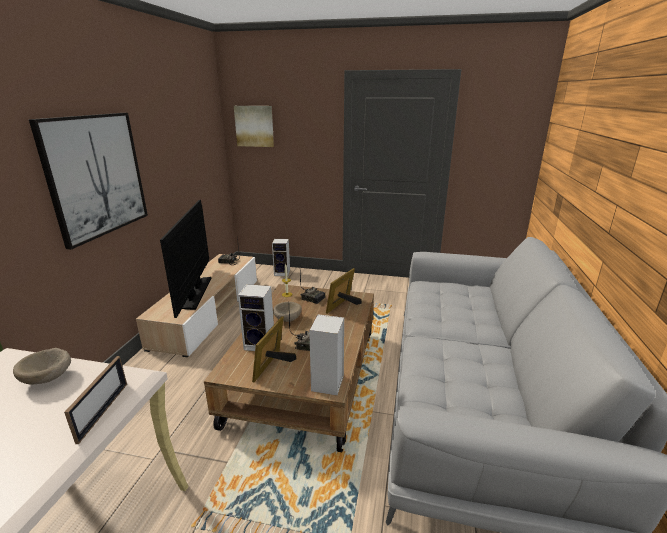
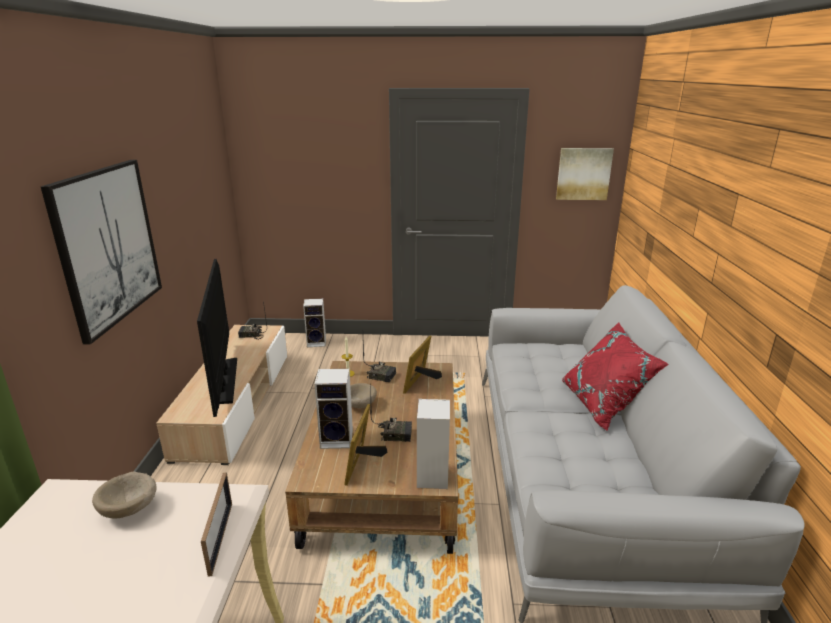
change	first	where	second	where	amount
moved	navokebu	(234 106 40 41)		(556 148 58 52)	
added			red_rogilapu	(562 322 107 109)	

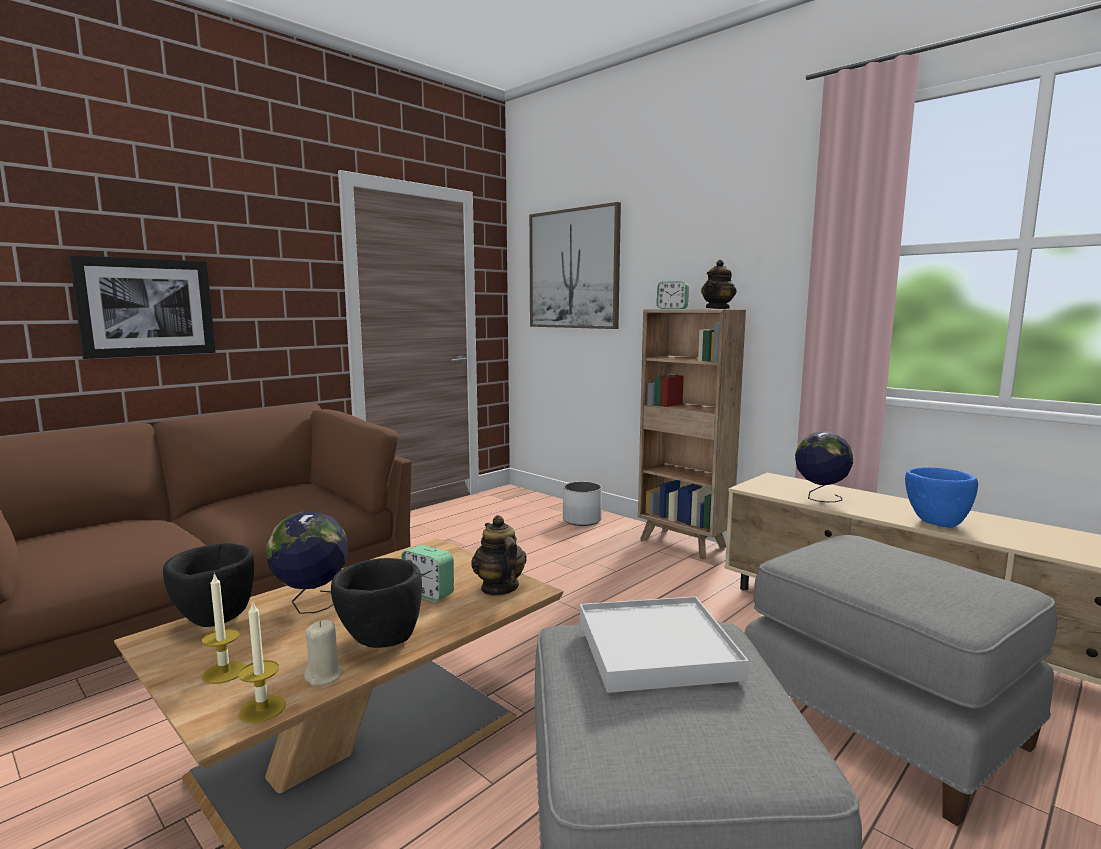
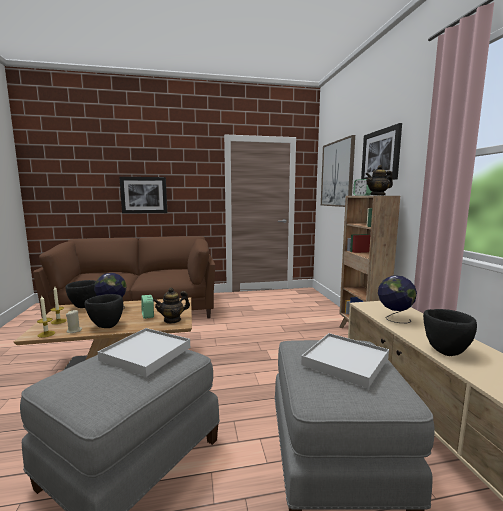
change	first	where	second	where	amount
turned	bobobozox	(471 515 56 81)		(153 287 37 37)	135 degrees counterclockwise
added			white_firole	(301 333 88 56)	
added			navokebu	(361 123 41 57)	
recoloured	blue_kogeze	(905 467 73 61)	black_kogeze	(423 309 54 47)	
removed	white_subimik	(563 482 39 44)			

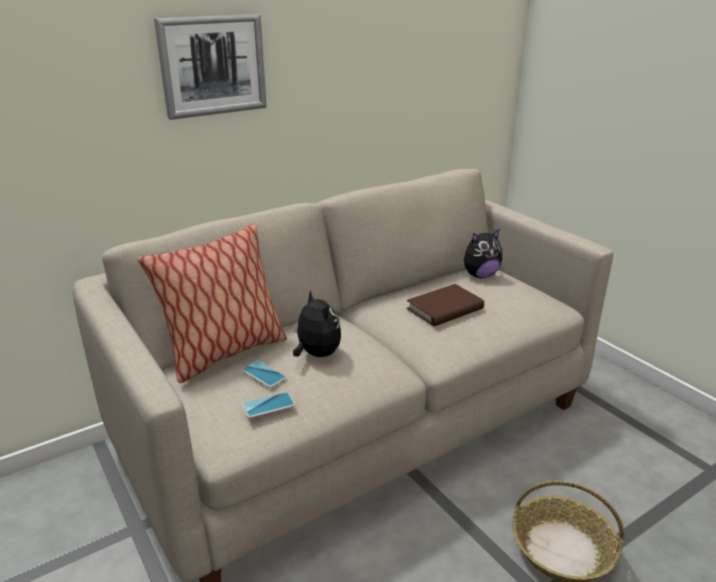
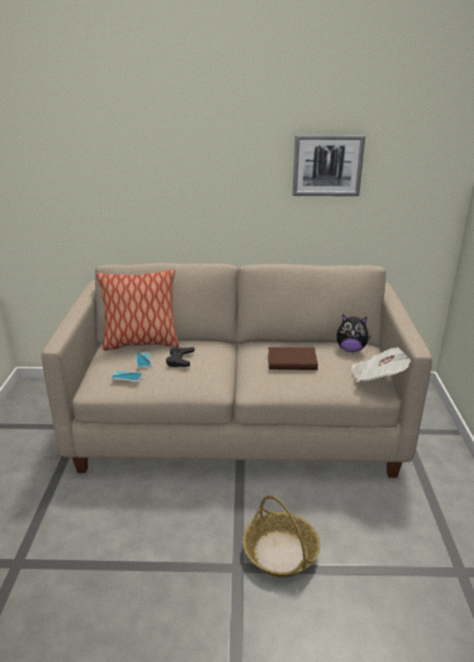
change	first	where	second	where	amount
replaced	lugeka	(293 290 48 67)	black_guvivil	(166 347 29 20)	
moved	navokebu	(154 14 113 106)		(292 135 73 61)	
added			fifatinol	(351 347 60 35)	

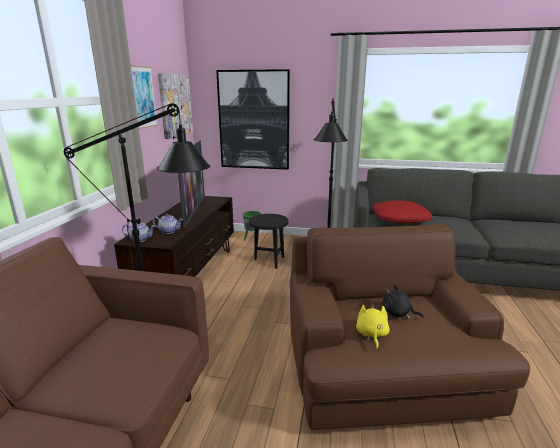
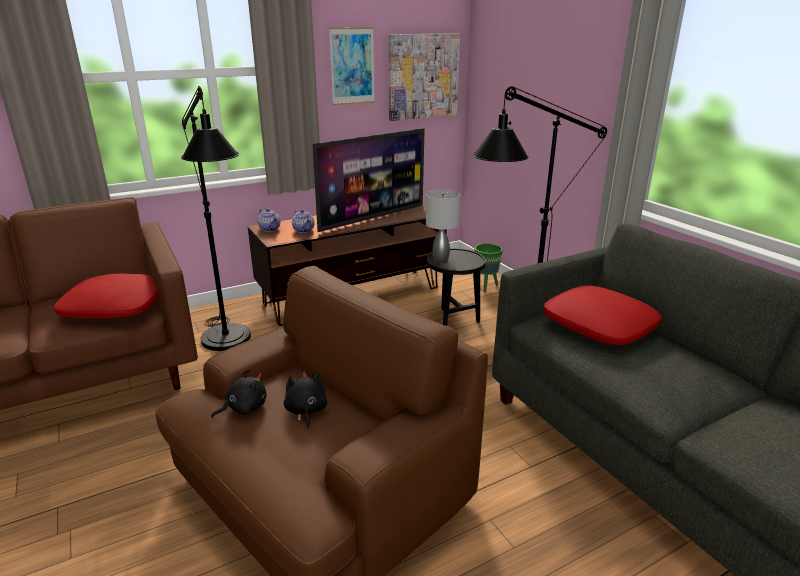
change	first	where	second	where	amount
added			red_rogilapu	(54 274 104 45)	
recoloured	yellow_lugeka	(356 303 34 46)	black_lugeka	(211 369 56 49)	
added			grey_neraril	(426 190 34 73)	
removed	navokebu	(216 69 74 101)			

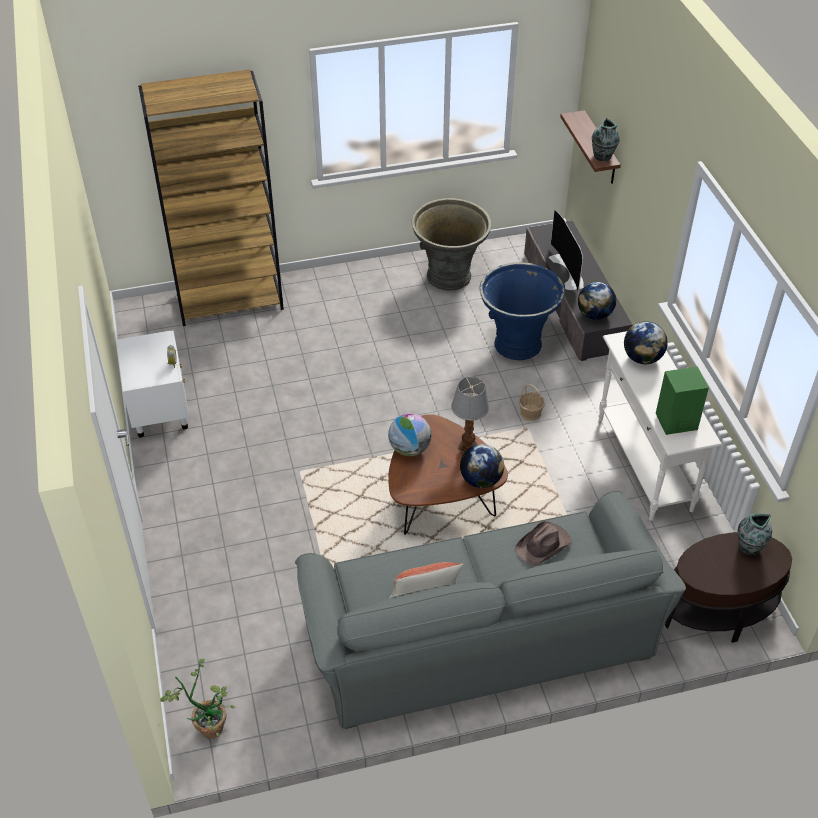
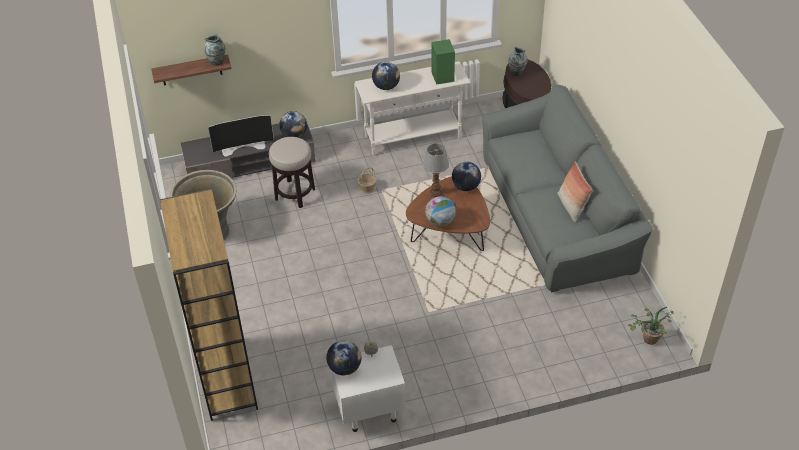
change	first	where	second	where	amount
replaced	blue_subimik	(480 262 85 98)	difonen	(269 137 46 71)	
added			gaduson	(326 340 35 35)	
removed	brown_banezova	(515 521 57 44)			

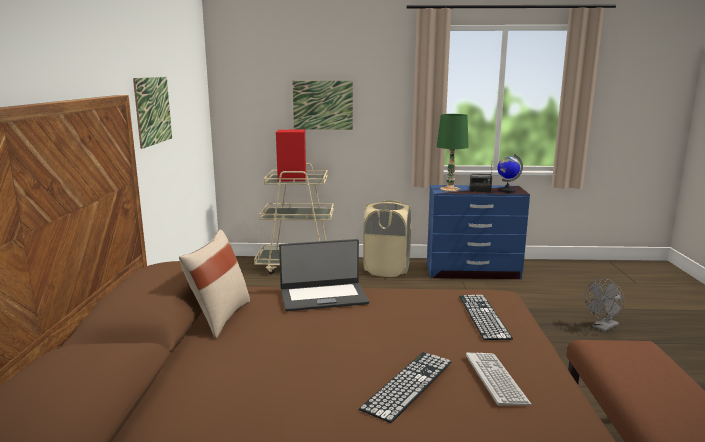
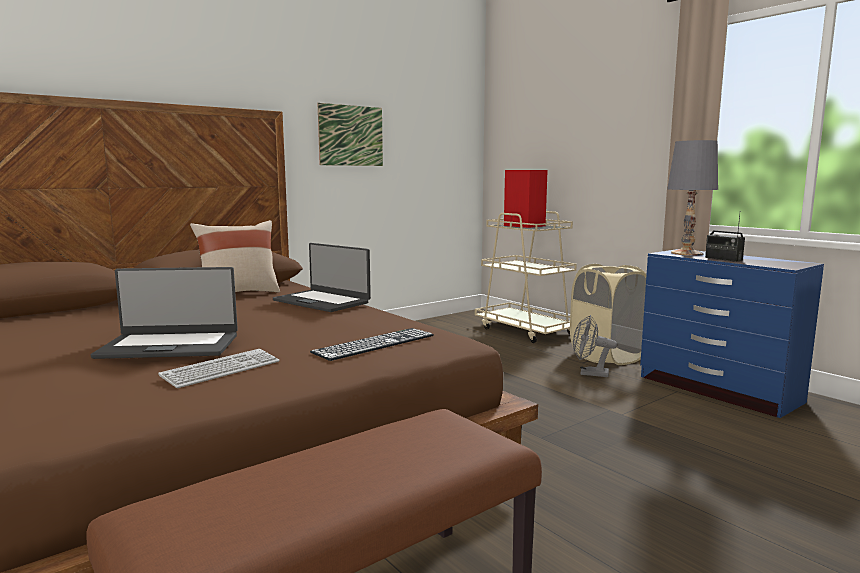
change	first	where	second	where	amount
replaced	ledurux	(359 352 93 71)	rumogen	(91 267 147 92)	
moved	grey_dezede	(585 278 39 54)		(573 315 44 62)	
recoloured	green_neraril	(437 114 32 78)	grey_neraril	(667 140 51 116)	
removed	navokebu	(292 81 61 49)			
removed	gaduson	(497 154 26 39)			

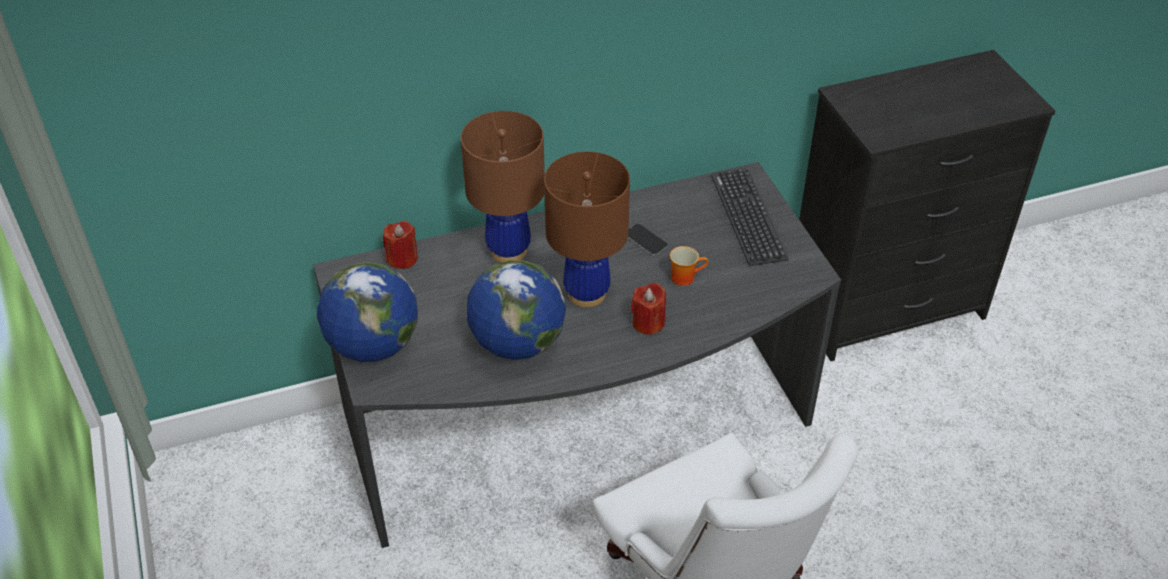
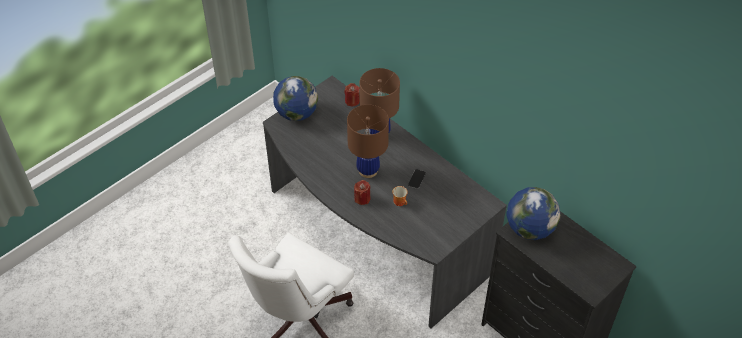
change	first	where	second	where	amount
moved	gaduson	(467 260 99 100)		(507 187 53 53)	
removed	ledurux	(711 168 78 98)			

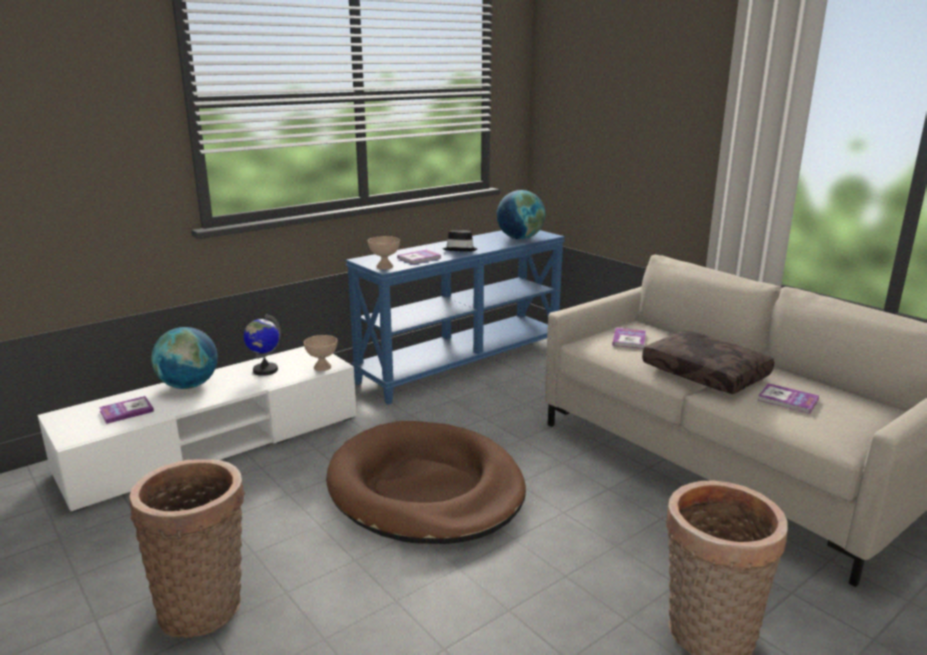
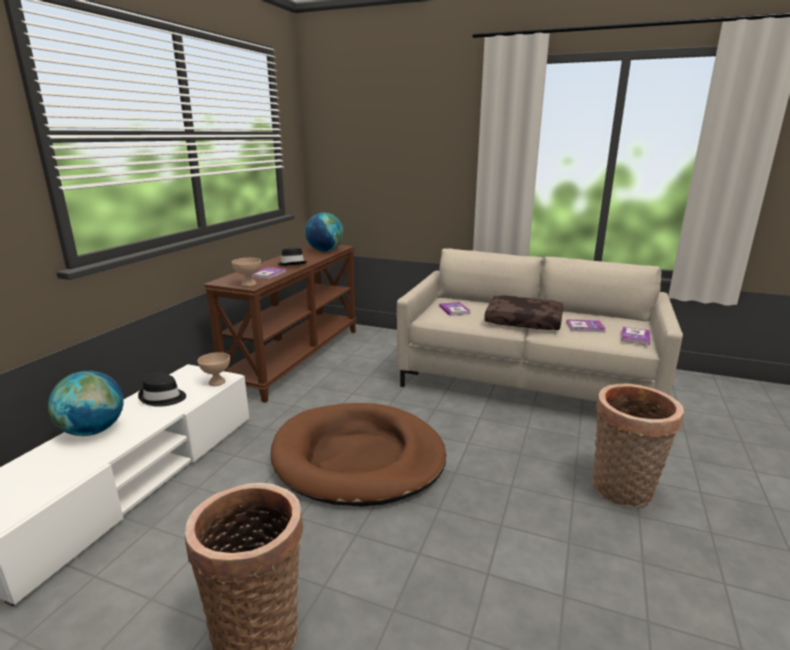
change	first	where	second	where	amount
replaced	gaduson	(244 314 37 62)	black_banezova	(138 372 48 35)	
recoloured	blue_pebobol	(345 230 220 174)	brown_pebobol	(203 245 154 158)	
moved	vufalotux	(99 396 55 28)		(621 327 29 18)	

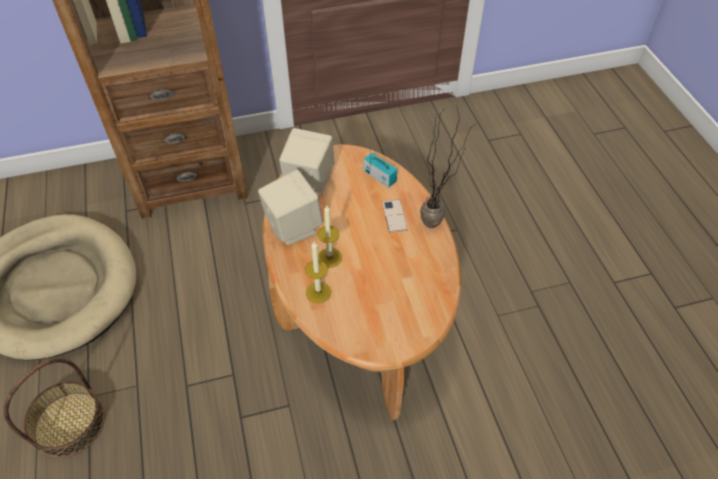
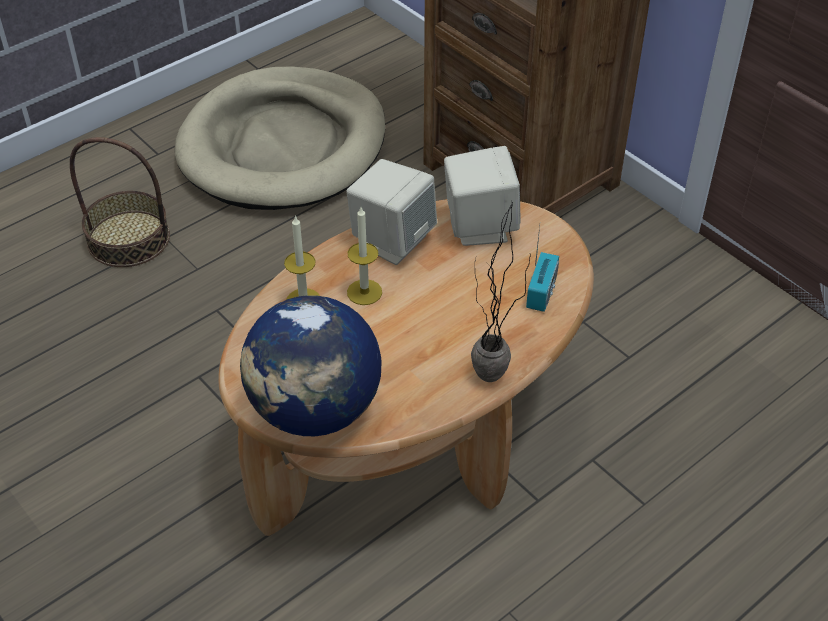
change	first	where	second	where	amount
added			gaduson	(240 295 142 141)	
removed	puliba	(382 199 26 34)			

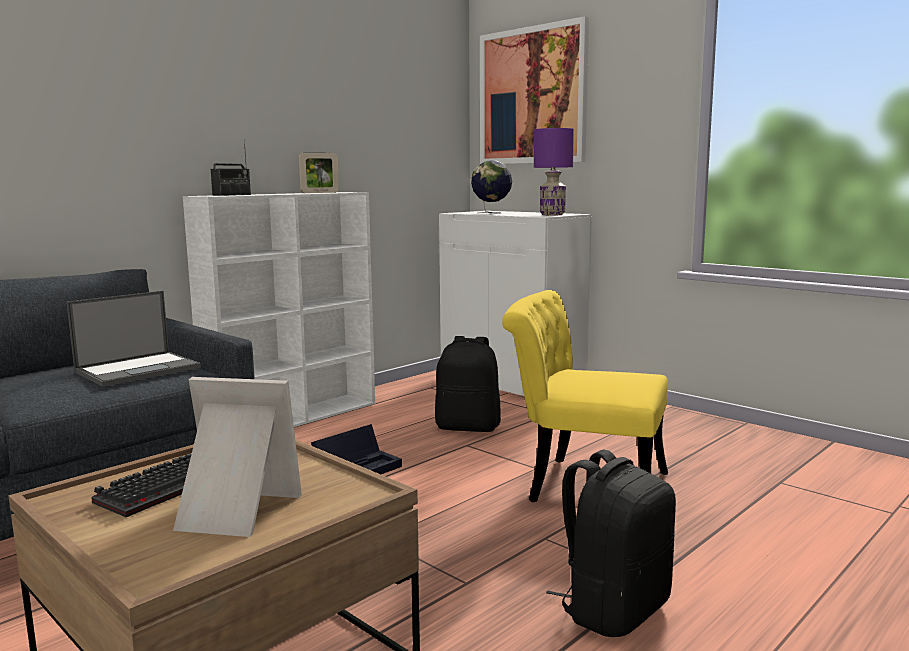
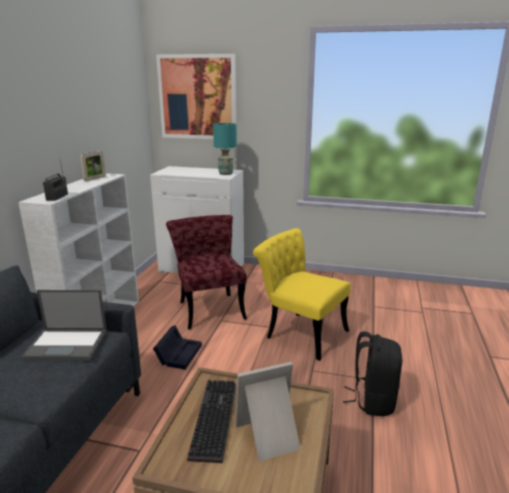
change	first	where	second	where	amount
turned	rumogen	(67 291 134 96)		(21 290 86 70)	75 degrees clockwise
replaced	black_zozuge	(435 336 66 96)	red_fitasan	(166 215 81 114)	
recoloured	purple_neraril	(534 128 40 87)	turquoise_neraril	(213 123 24 52)	
turned	yellow_fitasan	(502 290 166 212)		(253 228 98 133)	45 degrees clockwise
removed	gaduson	(471 160 41 54)			

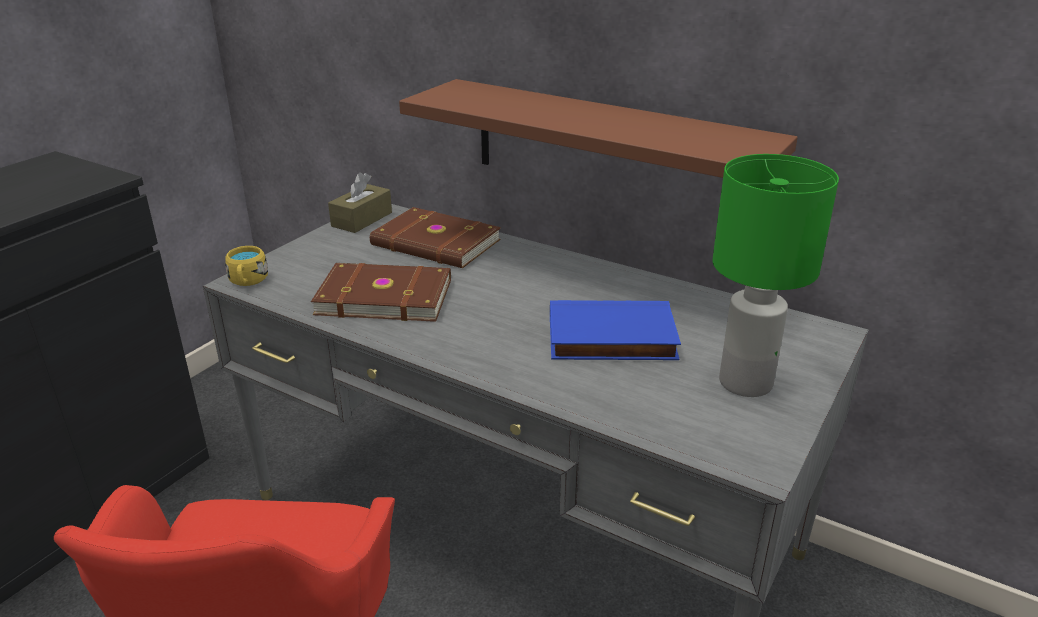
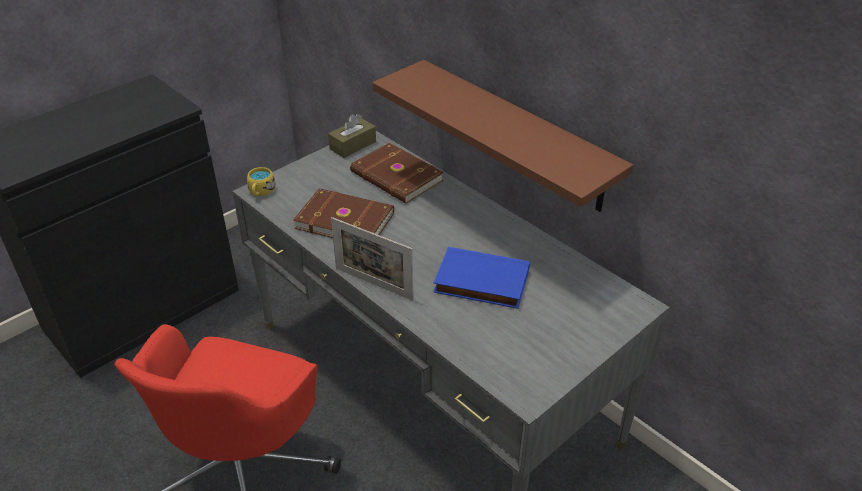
change	first	where	second	where	amount
added			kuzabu	(331 217 82 84)	
removed	green_neraril	(713 154 126 243)			

